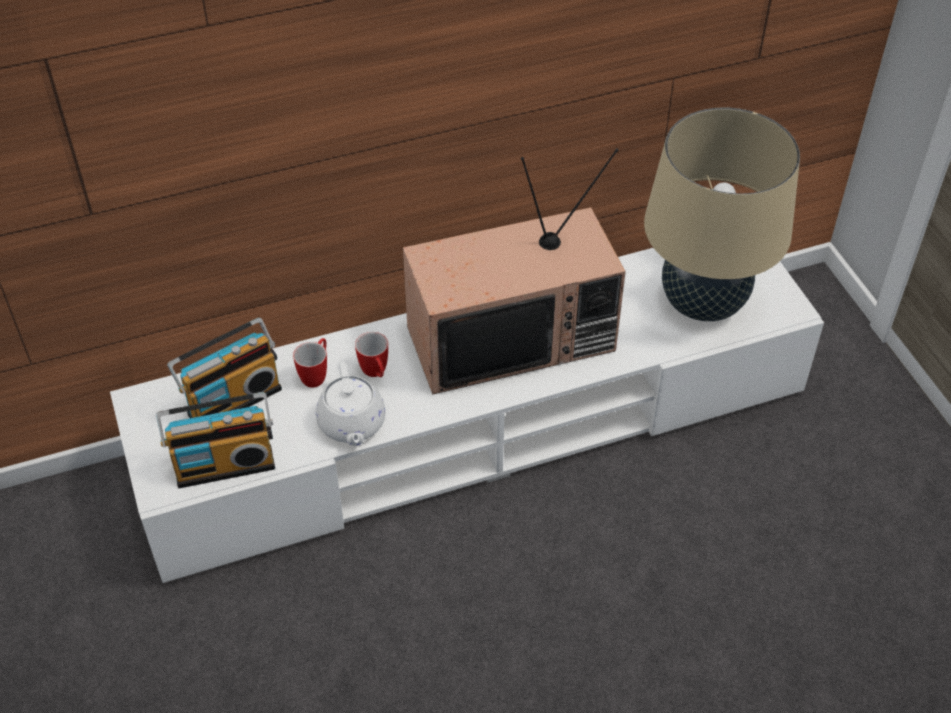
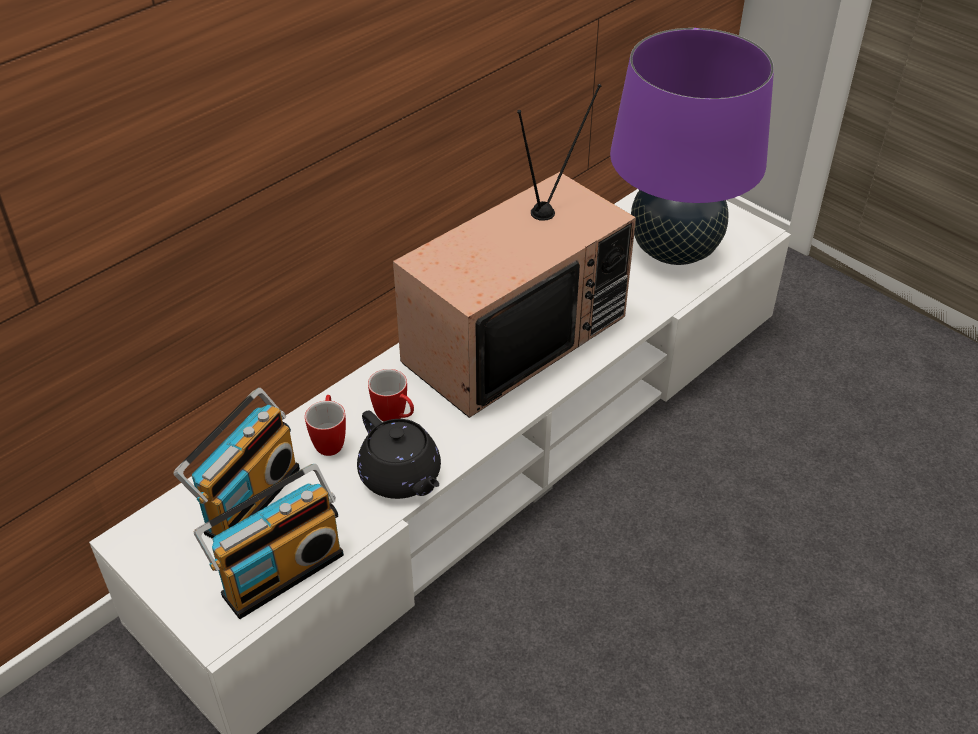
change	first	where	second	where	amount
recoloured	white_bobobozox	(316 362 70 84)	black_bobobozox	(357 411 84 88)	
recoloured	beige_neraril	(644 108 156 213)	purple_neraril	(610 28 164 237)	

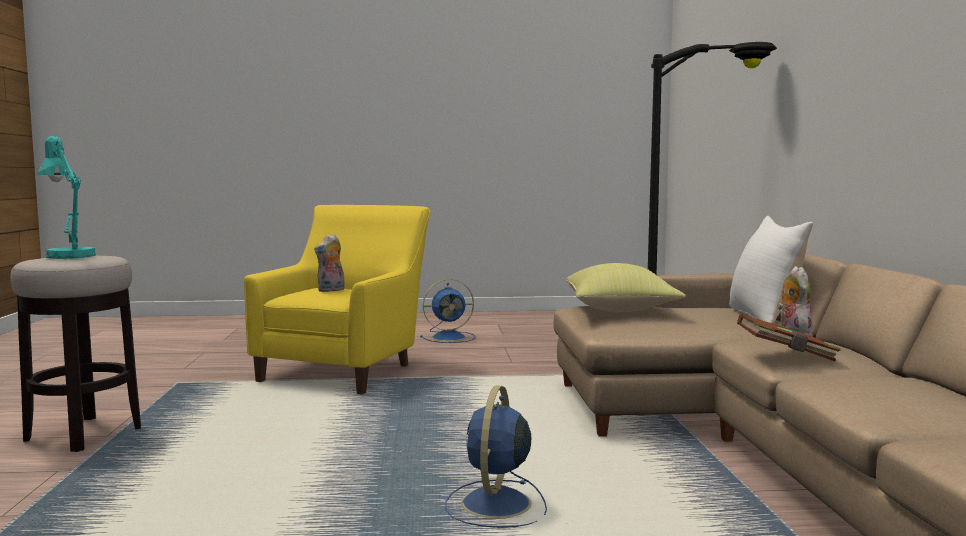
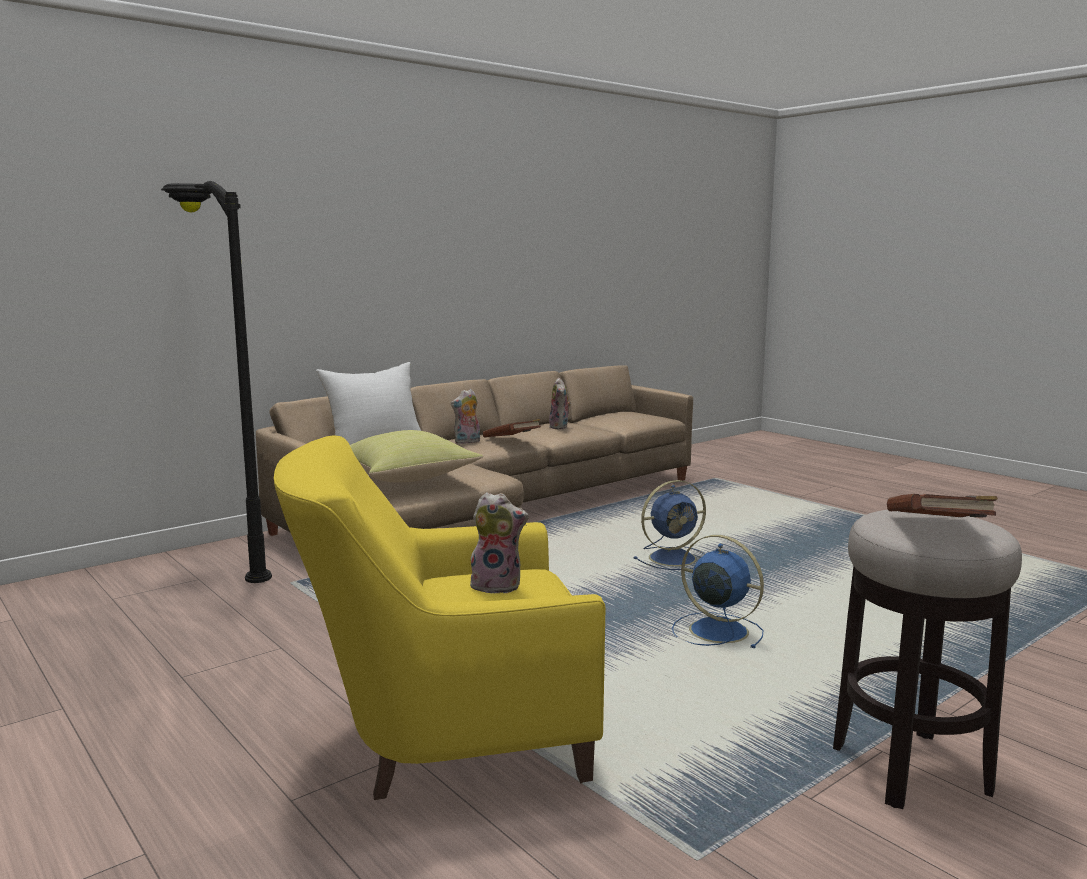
change	first	where	second	where	amount
added			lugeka	(549 378 22 51)	
moved	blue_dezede	(420 279 55 64)		(672 535 92 113)	
replaced	turquoise_neraril	(37 136 59 123)	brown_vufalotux	(887 494 111 24)	

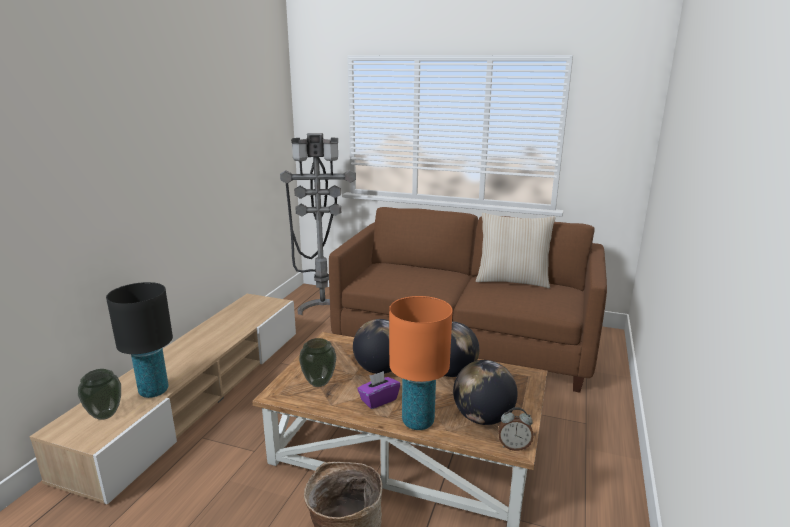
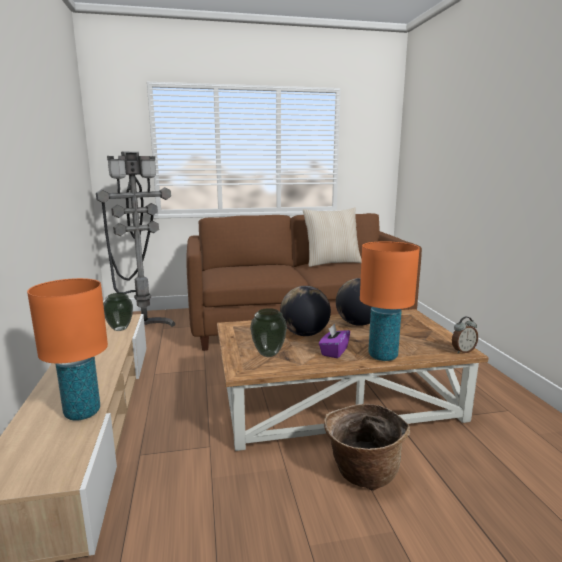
change	first	where	second	where	amount
recoloured	black_neraril	(106 282 67 116)	orange_neraril	(27 278 81 143)	
moved	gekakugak	(78 369 43 51)		(103 293 30 38)	
removed	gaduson	(453 360 65 65)			

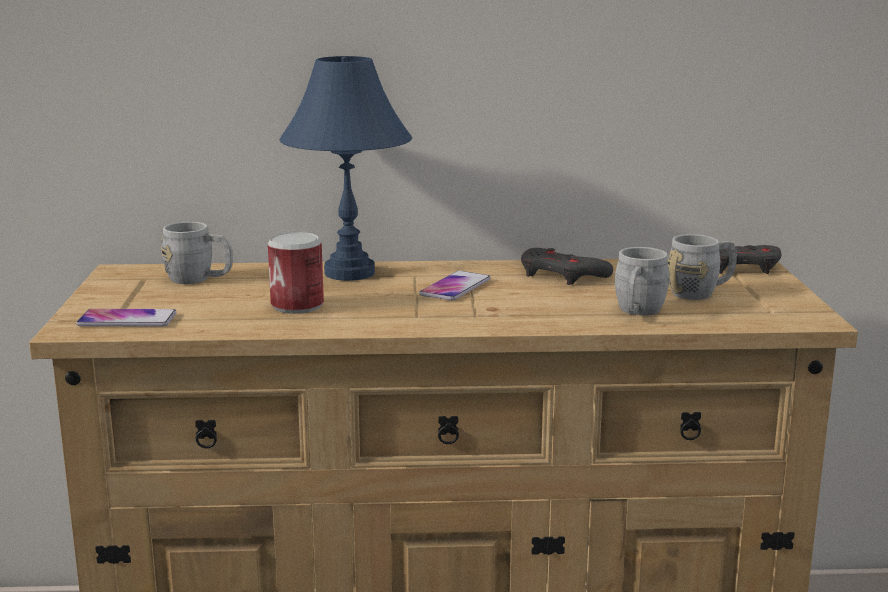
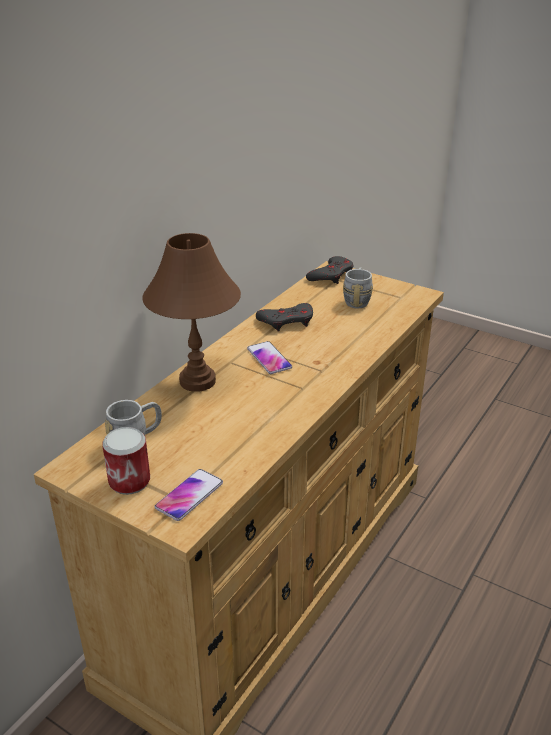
change	first	where	second	where	amount
moved	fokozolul	(268 232 56 82)		(102 427 48 68)	
recoloured	blue_neraril	(279 56 133 225)	brown_neraril	(142 233 99 159)	
removed	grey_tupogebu	(615 247 55 69)			

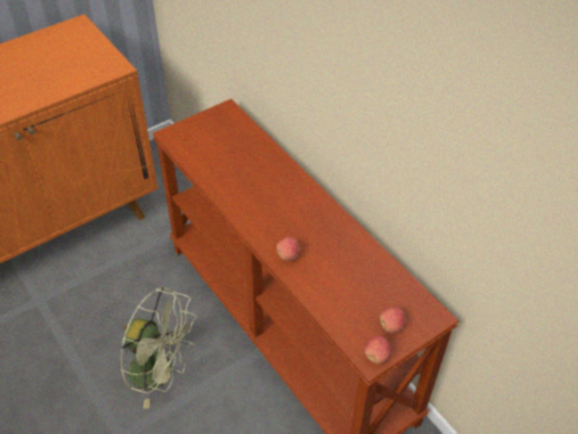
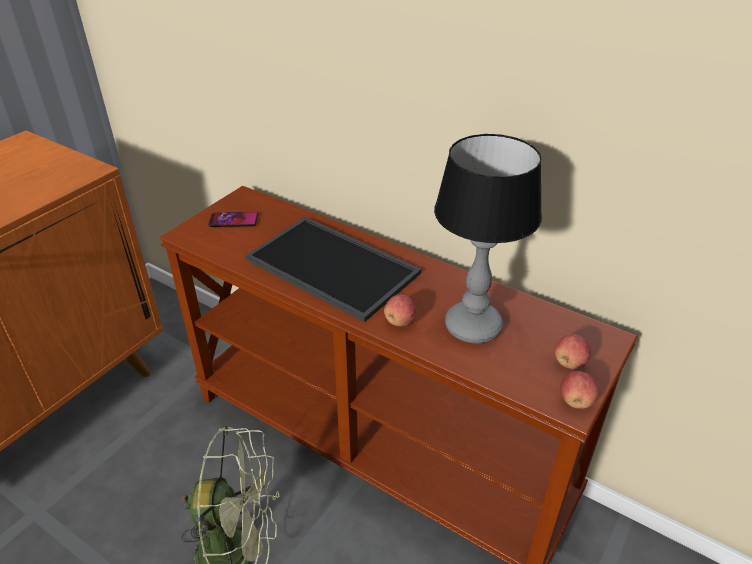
change	first	where	second	where	amount
added			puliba	(208 212 50 15)	
added			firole	(245 217 176 106)	
added			neraril	(434 134 108 210)	

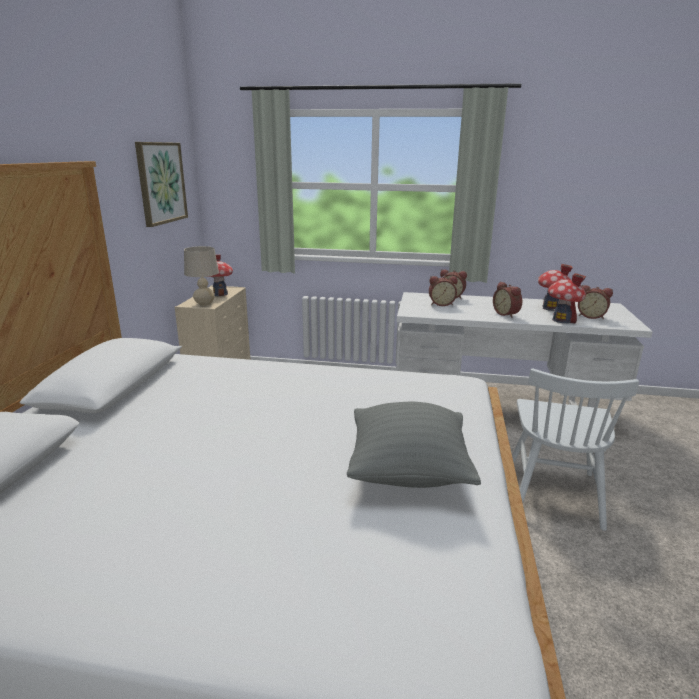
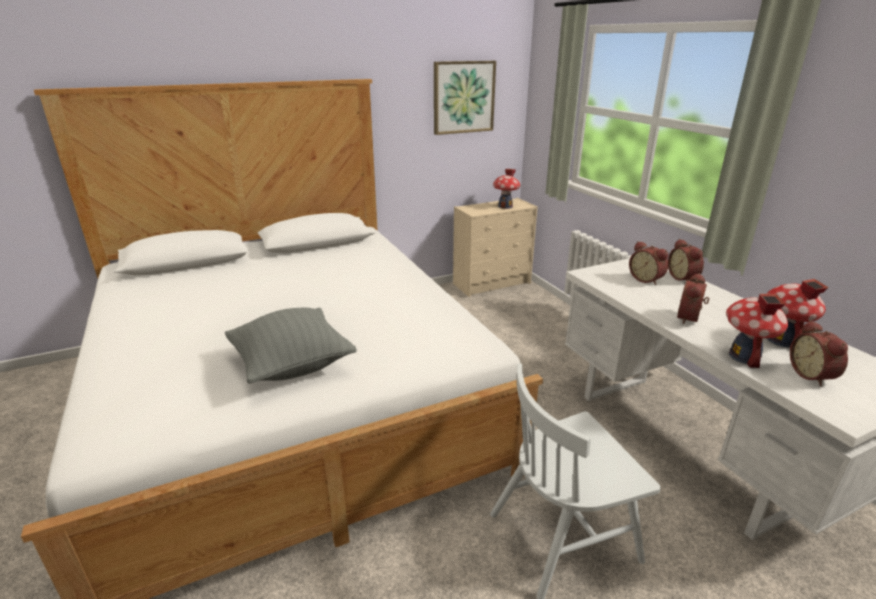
change	first	where	second	where	amount
removed	beige_neraril	(184 246 35 60)			

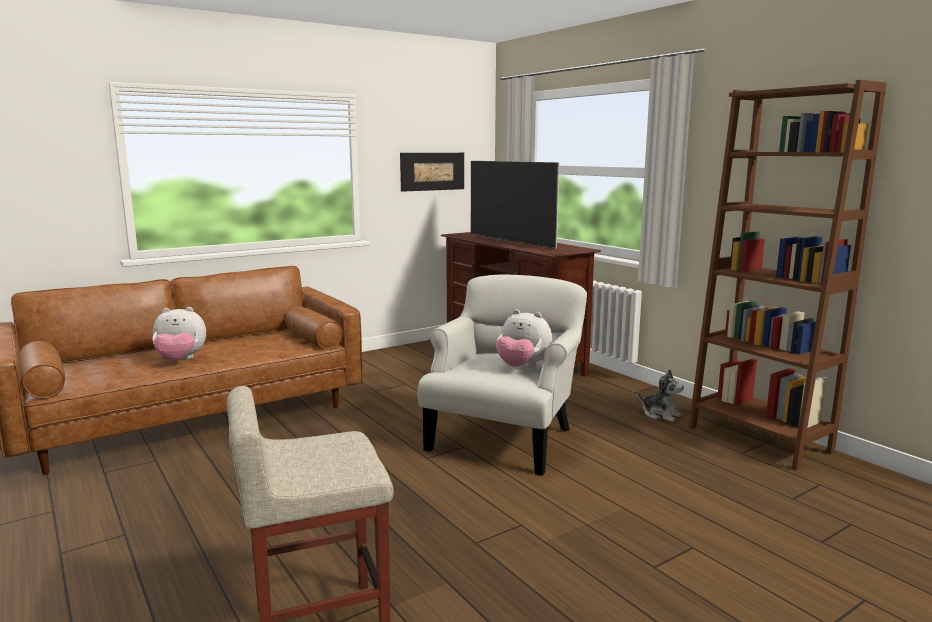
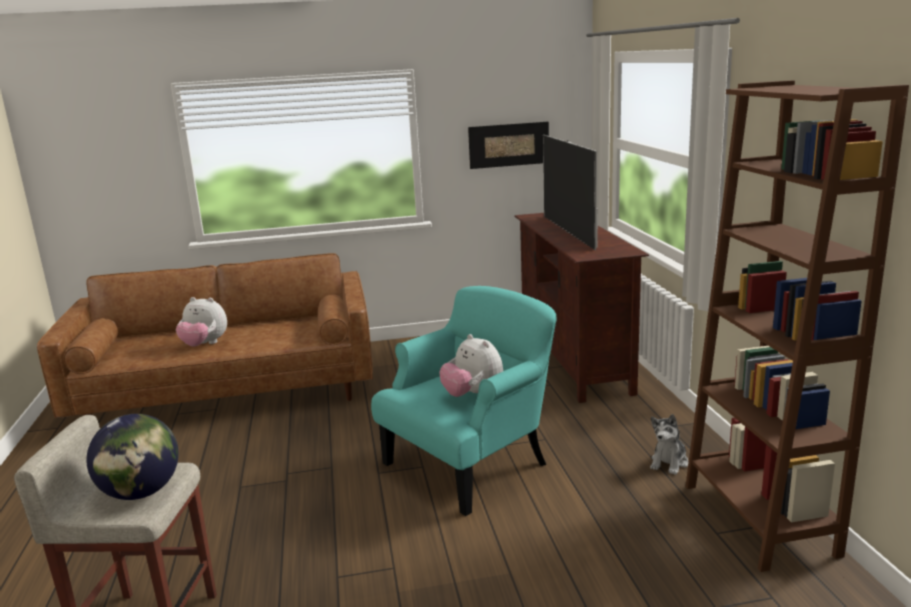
change	first	where	second	where	amount
added			gaduson	(86 414 93 86)	
recoloured	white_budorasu	(418 275 169 201)	turquoise_budorasu	(371 286 186 230)	
turned	lugeka	(638 369 46 53)		(650 414 38 61)	60 degrees clockwise

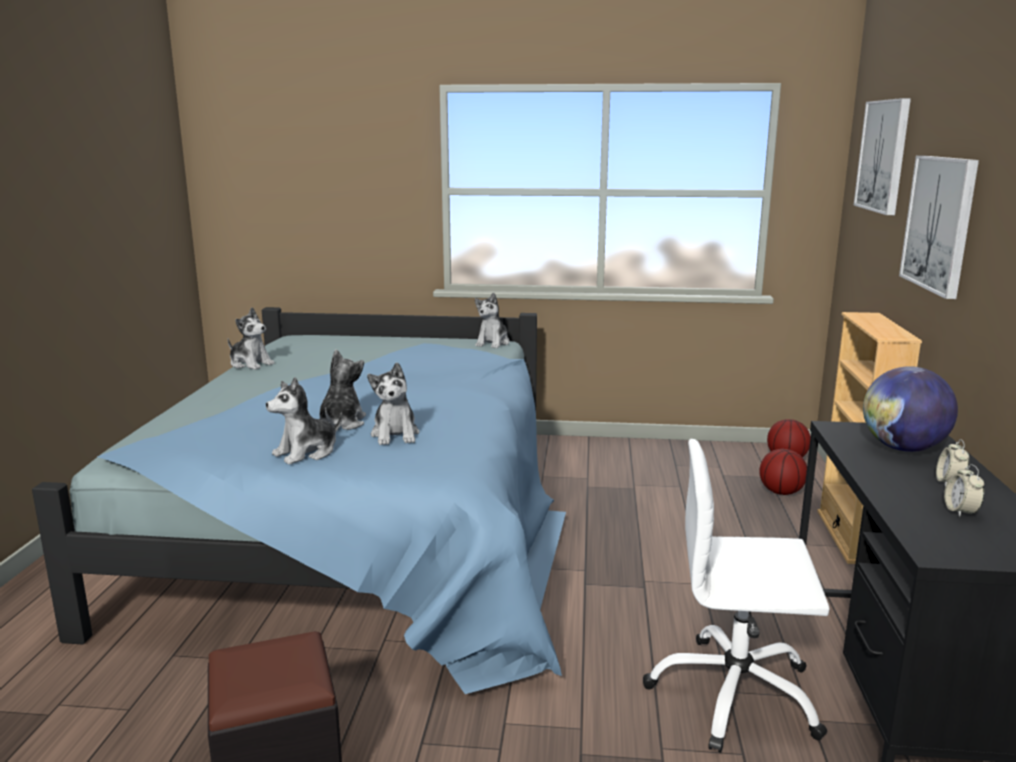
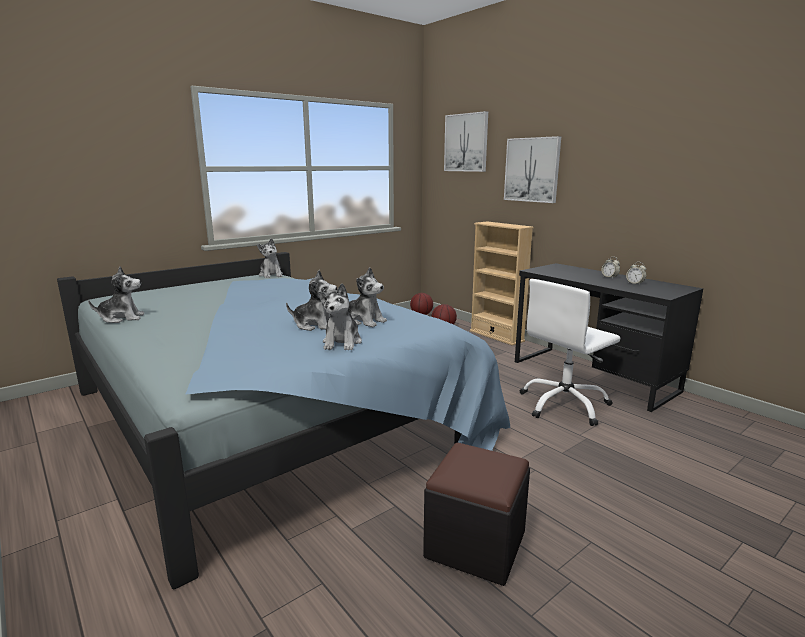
change	first	where	second	where	amount
turned	lugeka	(320 350 46 80)		(286 270 51 61)	135 degrees clockwise
removed	gaduson	(863 366 95 86)			

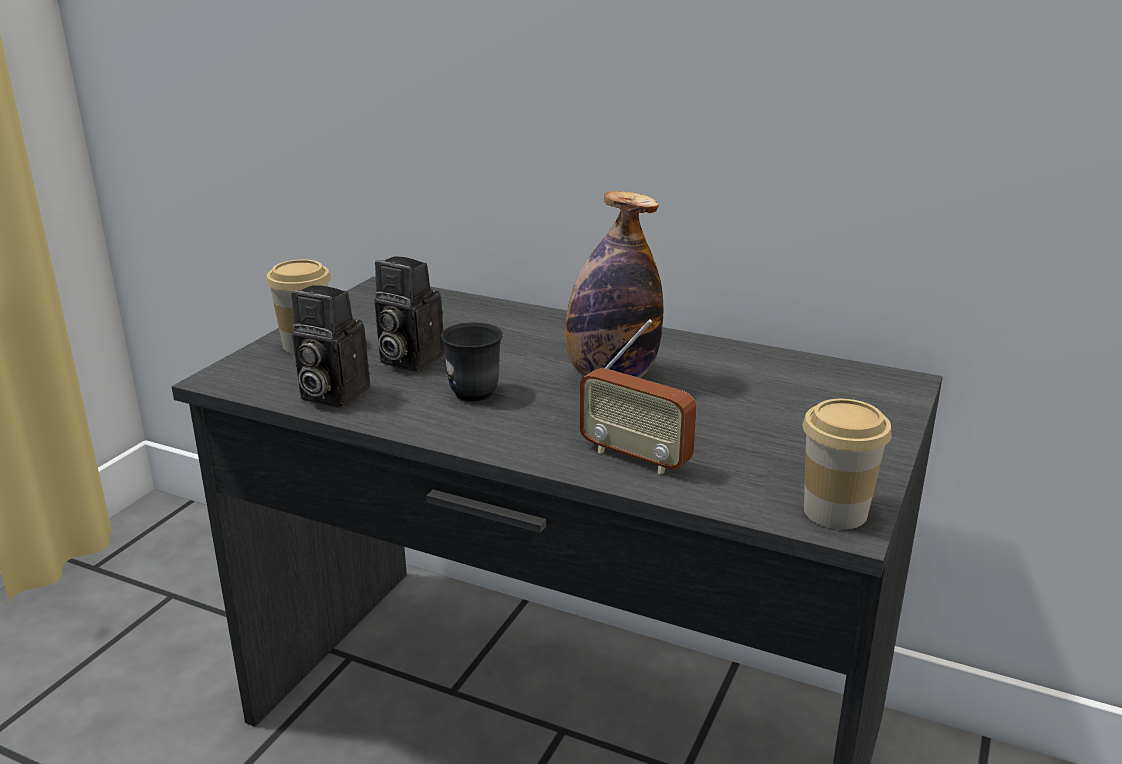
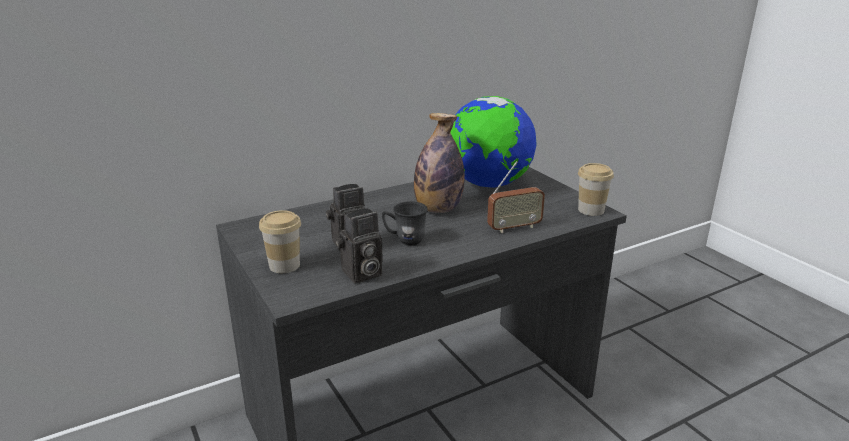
change	first	where	second	where	amount
added			gaduson	(450 96 87 92)	

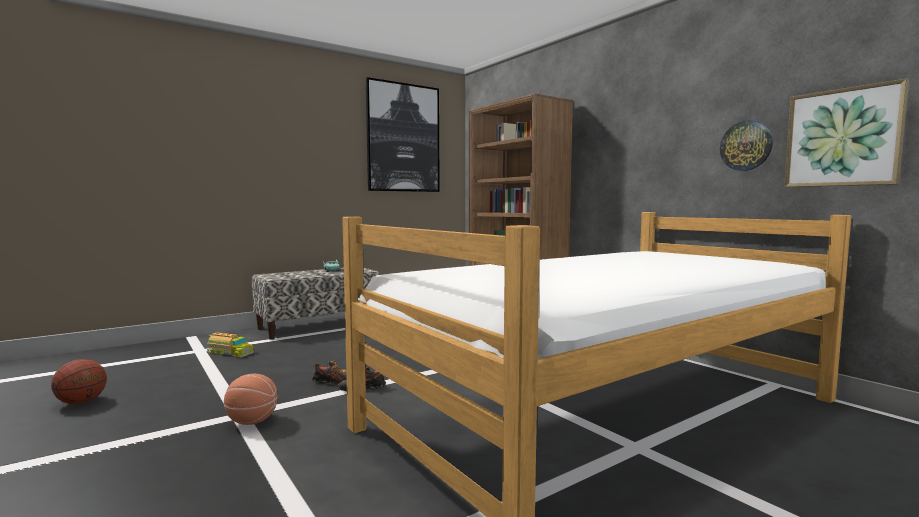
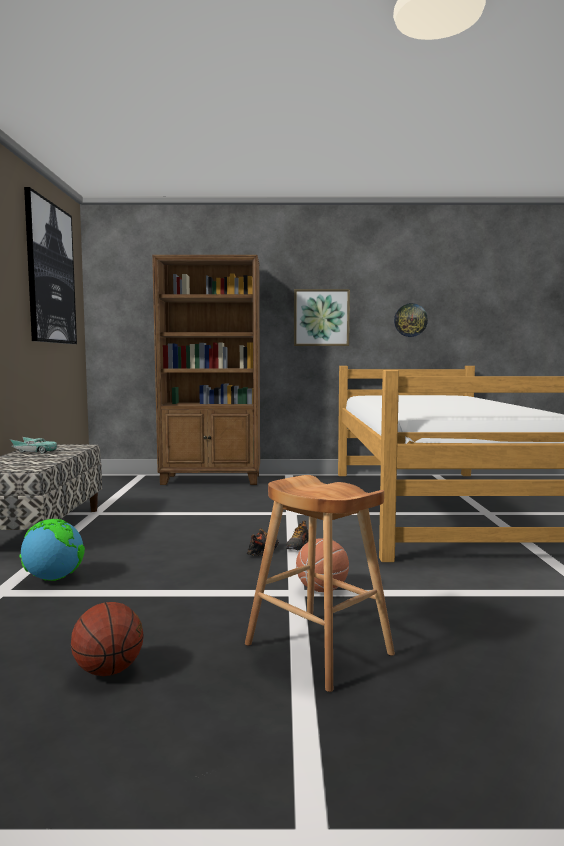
change	first	where	second	where	amount
replaced	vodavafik	(207 333 47 25)	gaduson	(19 519 66 62)	
added			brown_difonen	(245 475 150 217)	
moved	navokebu	(784 79 125 108)		(294 289 56 57)	

